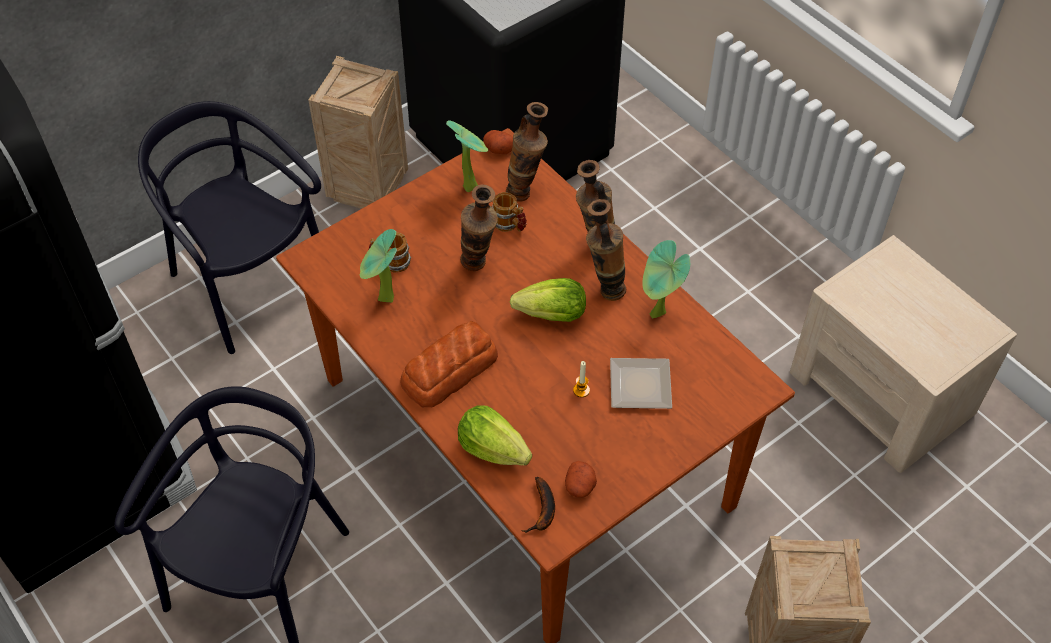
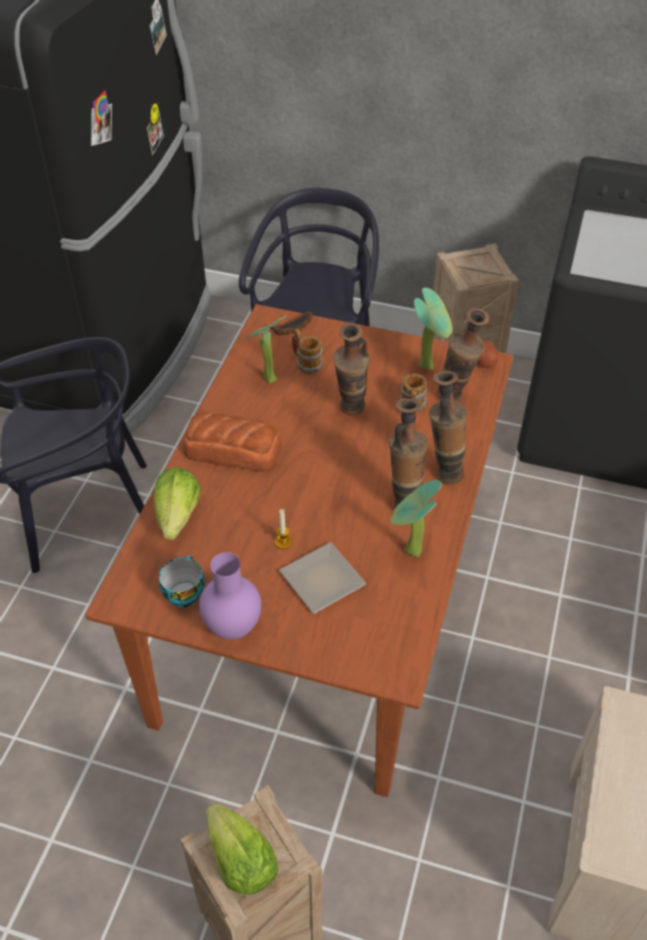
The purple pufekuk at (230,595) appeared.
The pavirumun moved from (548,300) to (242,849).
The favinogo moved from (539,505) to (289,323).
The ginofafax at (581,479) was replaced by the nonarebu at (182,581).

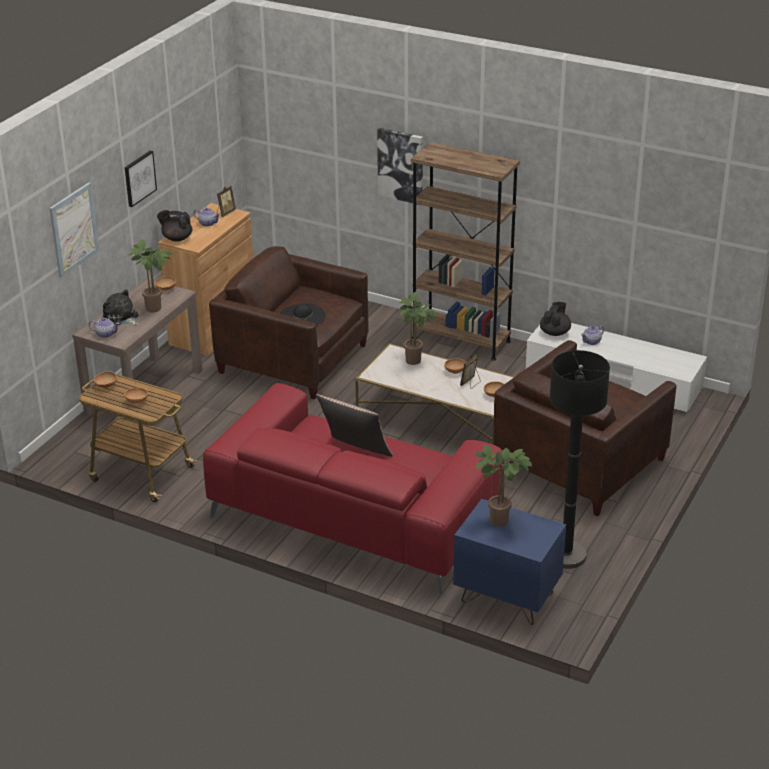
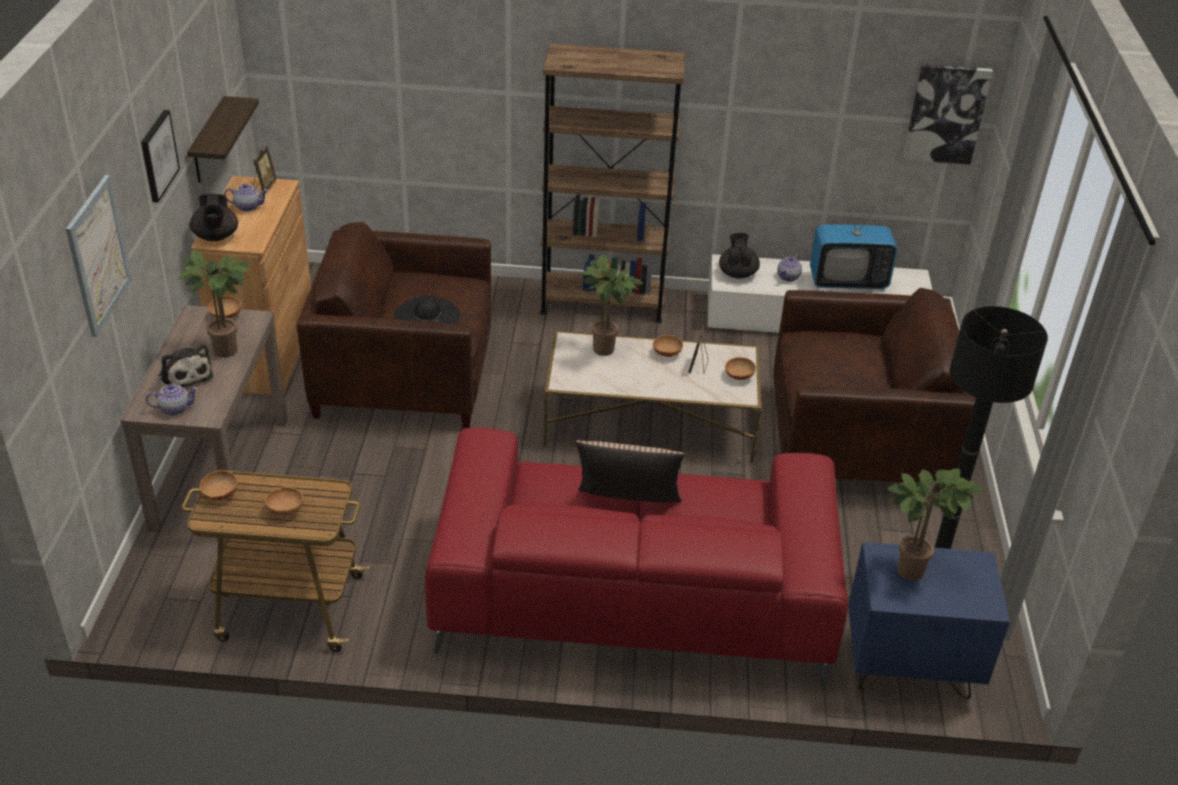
The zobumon at (223,139) appeared.
The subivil at (854,244) appeared.
The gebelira moved from (400,166) to (948,114).
The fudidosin at (121,307) turned 150 degrees counterclockwise.
The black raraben at (174,226) turned 90 degrees counterclockwise.
The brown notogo at (585,428) turned 105 degrees counterclockwise.

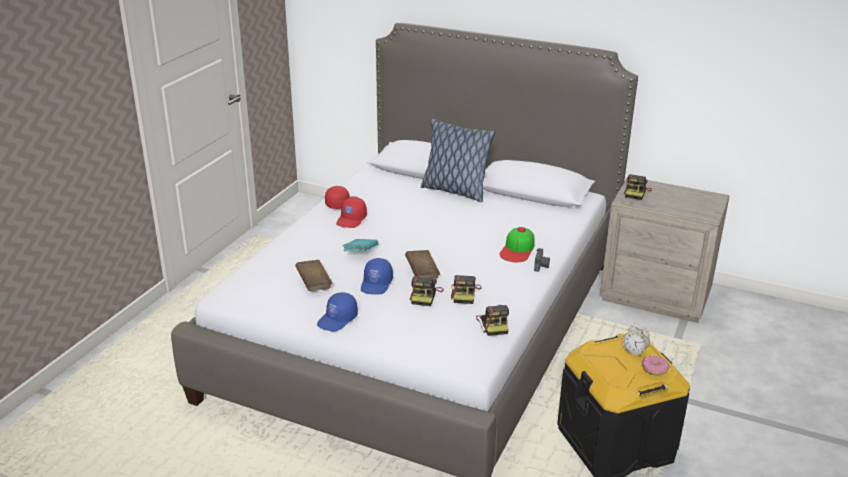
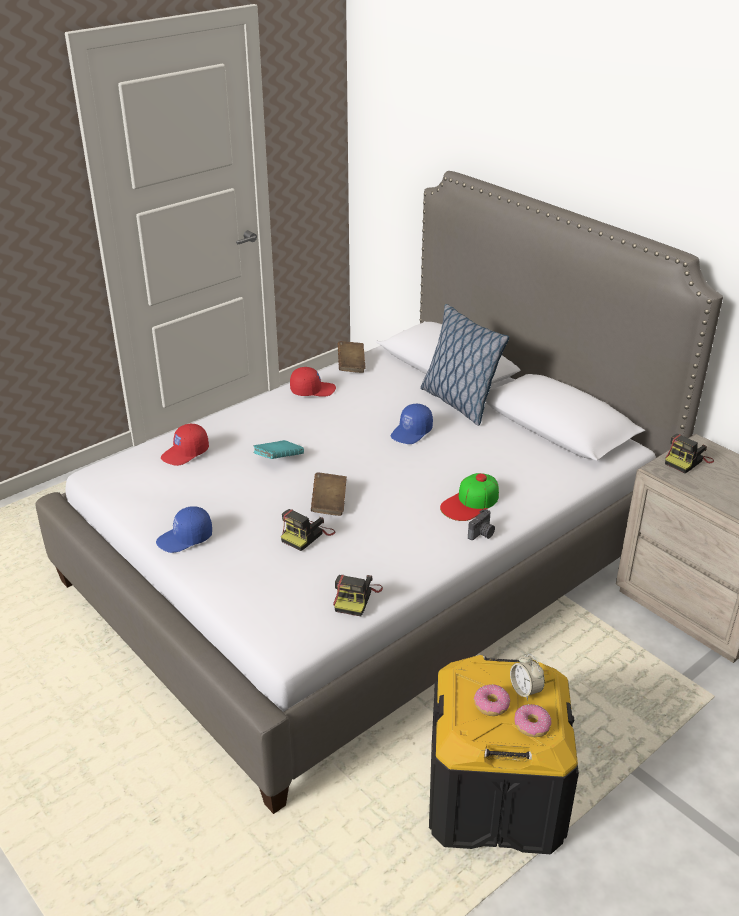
The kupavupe at (466,289) disappeared.
The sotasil at (492,700) appeared.
The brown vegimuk moved from (313,275) to (352,357).
The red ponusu moved from (351,212) to (185,445).
The blue ponusu moved from (377,276) to (412,424).

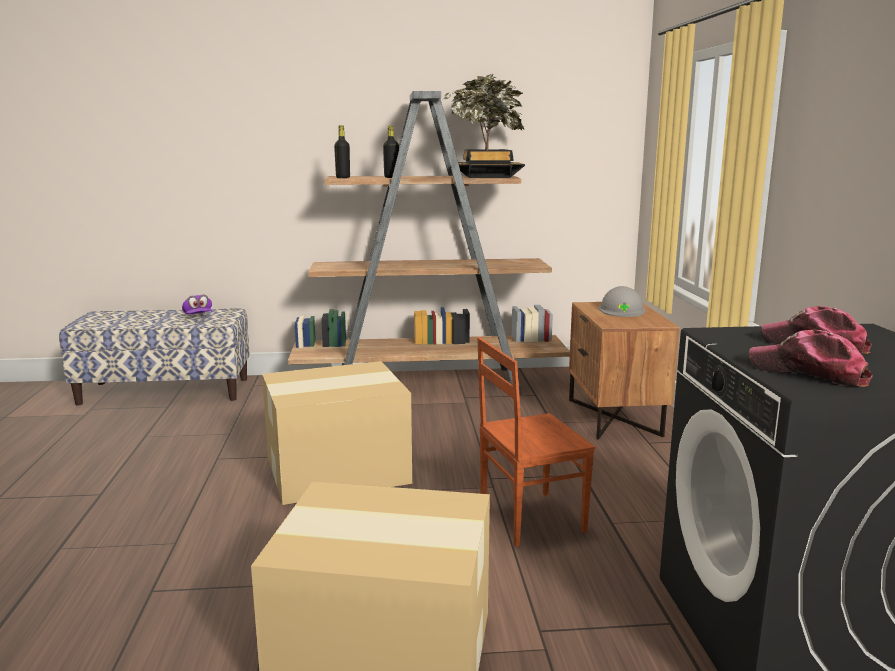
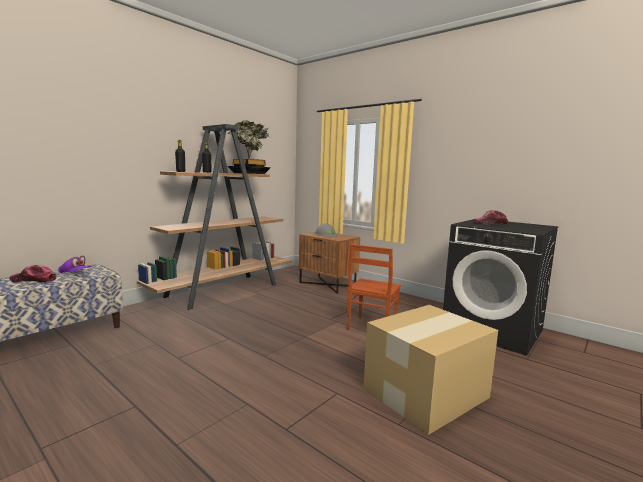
The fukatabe at (337,433) disappeared.
The ponusu moved from (811,358) to (32,274).

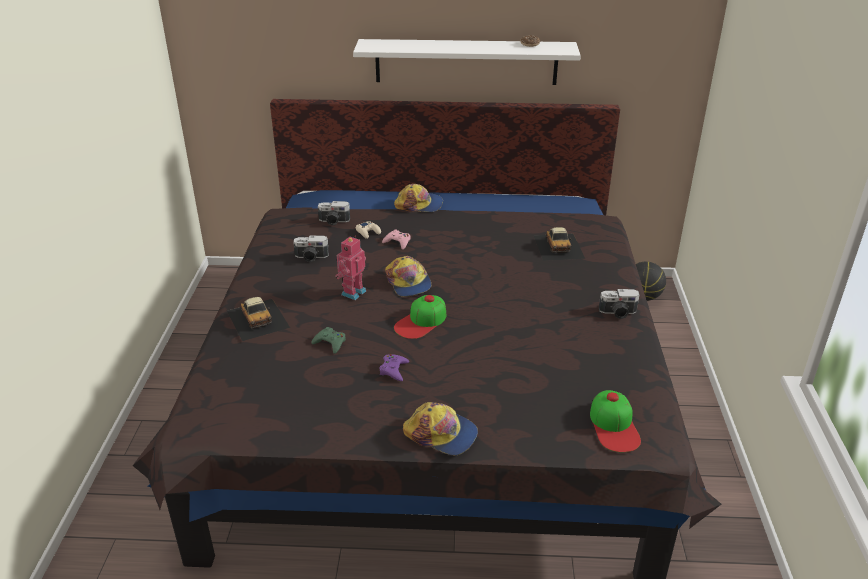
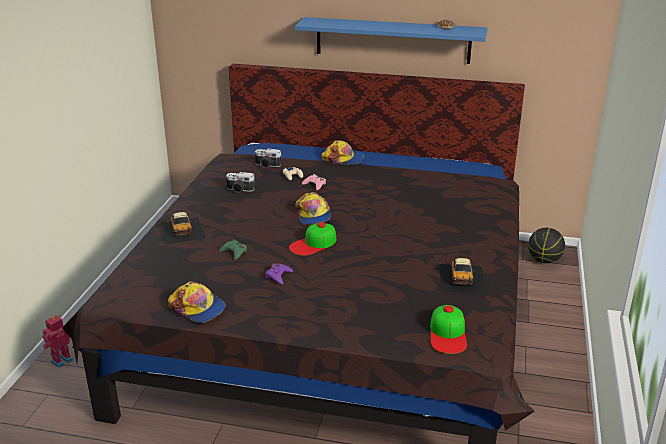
The kupavupe at (619,304) disappeared.
The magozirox moved from (350,267) to (58,341).
The ponusu moved from (440,429) to (196,302).
The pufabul moved from (559,244) to (463,276).
The white zobumon at (467,62) became the blue zobumon at (391,40).

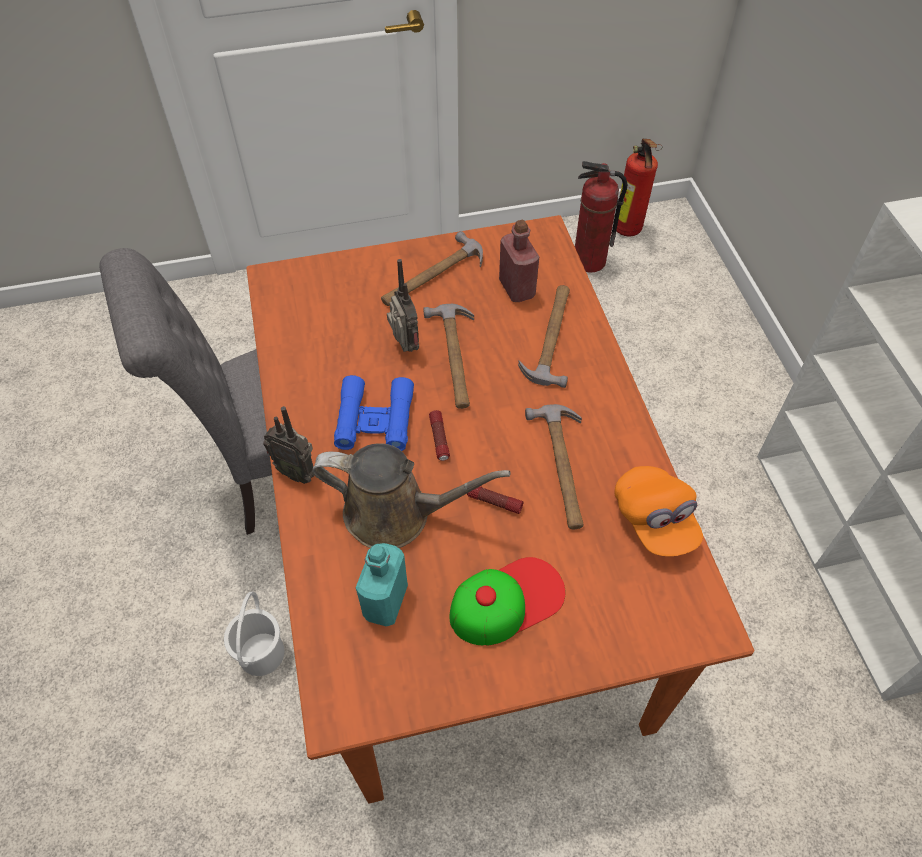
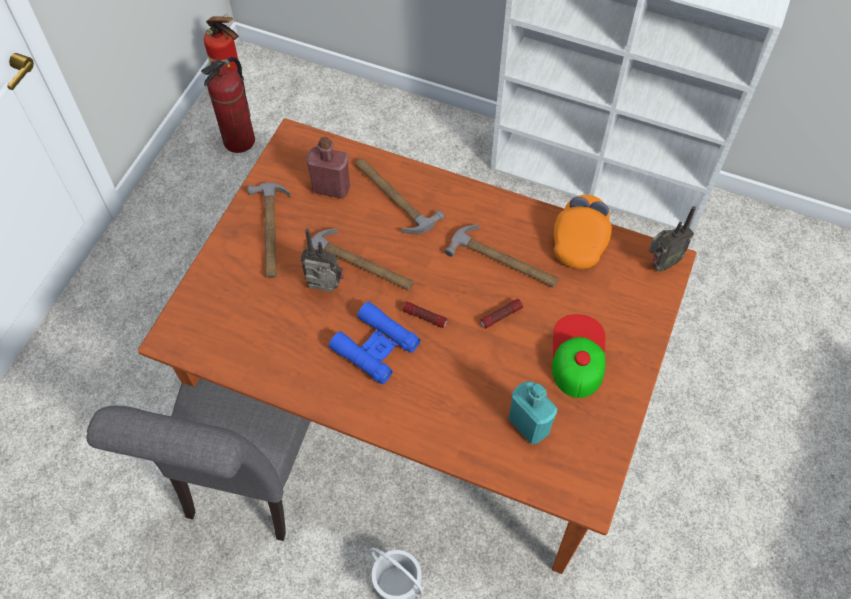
The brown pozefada at (411,495) disappeared.
The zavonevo moved from (289,445) to (672,239).
The orange ponusu at (658,511) turned 90 degrees counterclockwise.

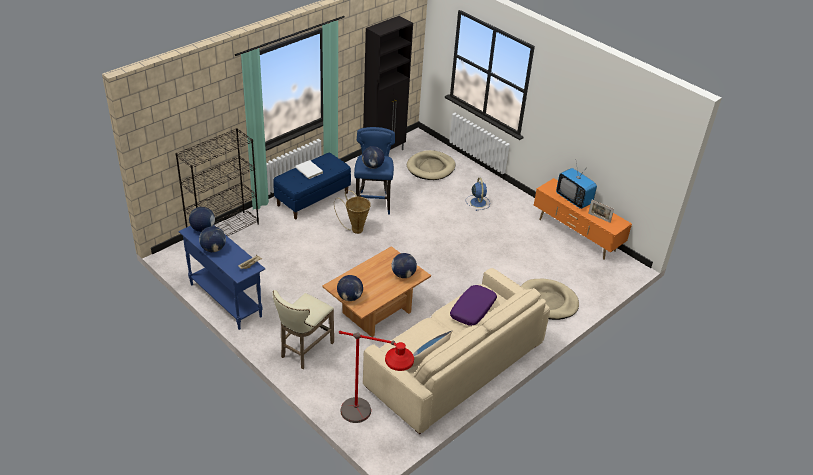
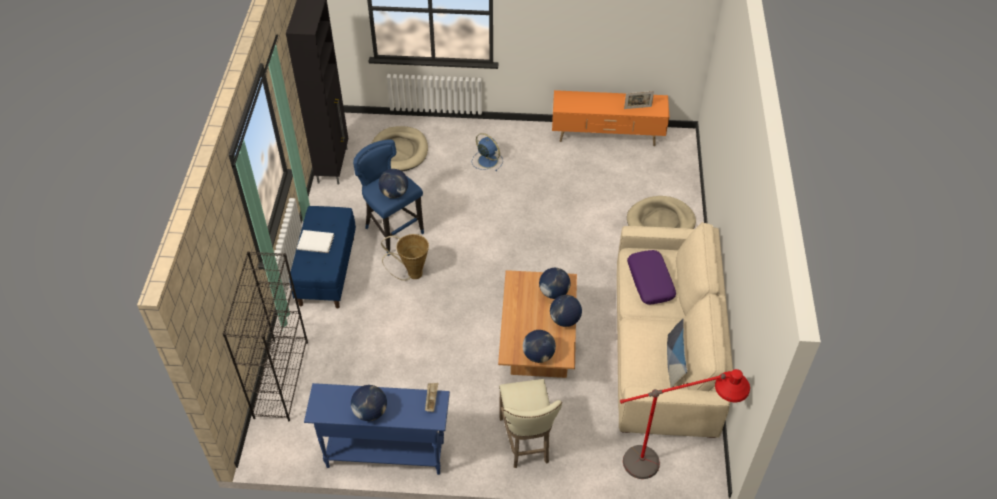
The subivil at (576,186) disappeared.
The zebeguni moved from (202,219) to (566,311).

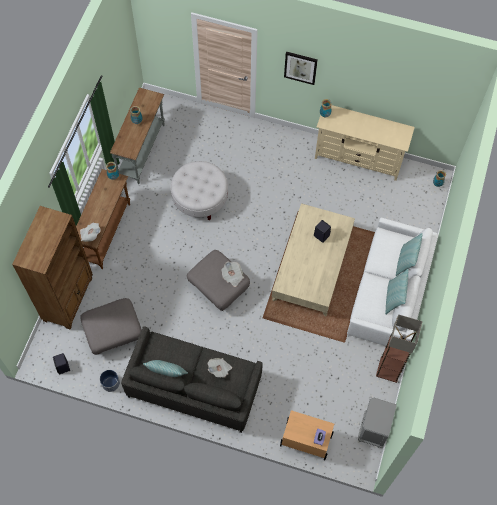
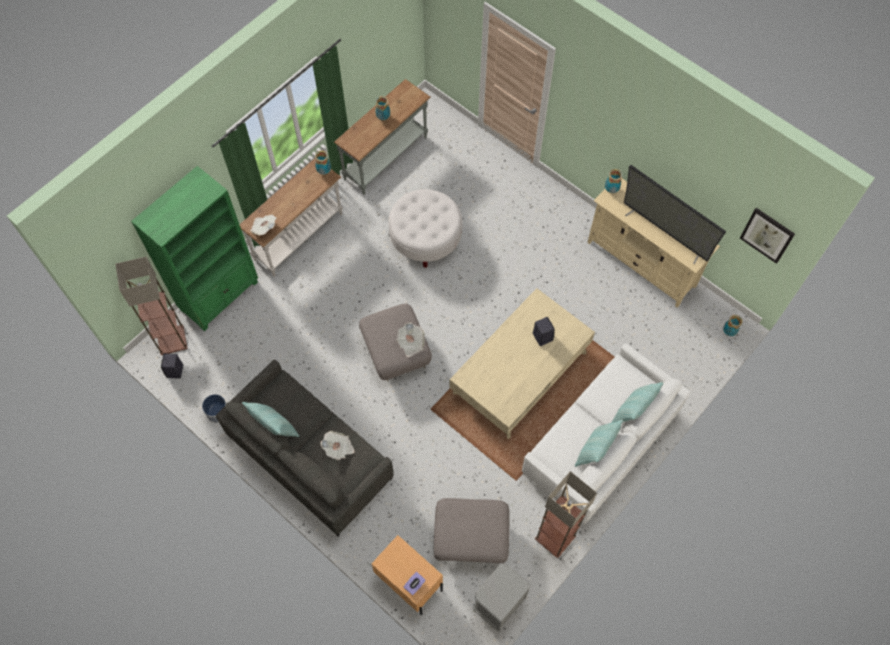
The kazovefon at (151,306) appeared.
The subivil at (675,214) appeared.
The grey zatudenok moved from (111,326) to (471,530).
The gebelira moved from (301,68) to (767,236).
The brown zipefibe at (52,267) became the green zipefibe at (194,248).
The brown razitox at (103,219) became the white razitox at (291,217).

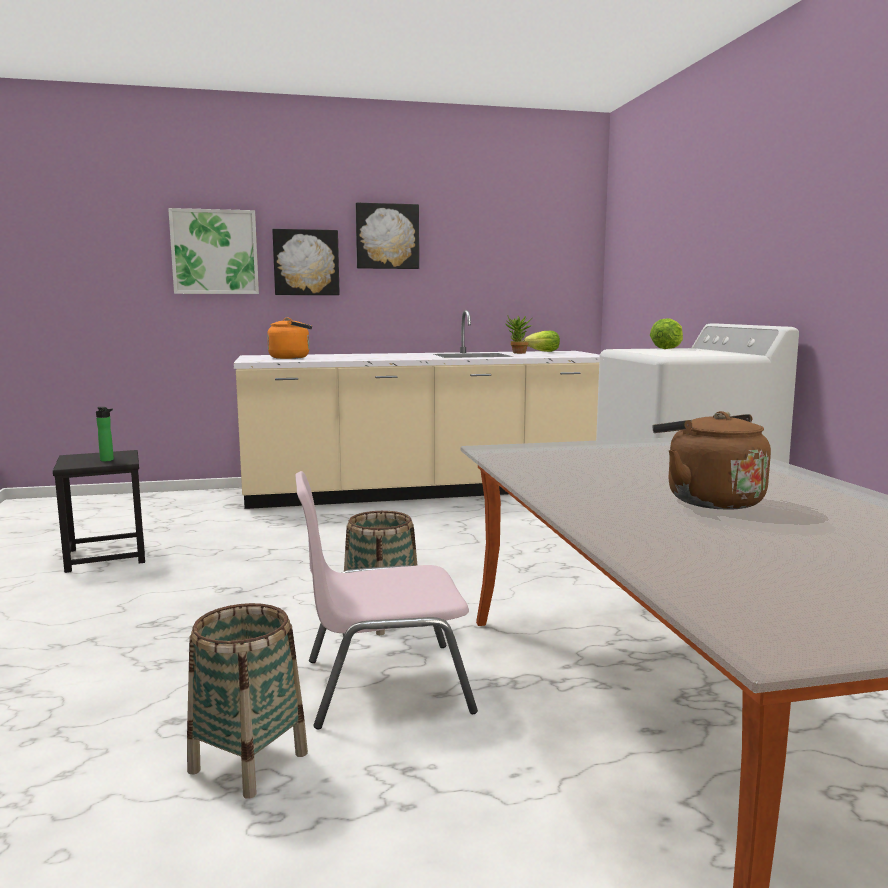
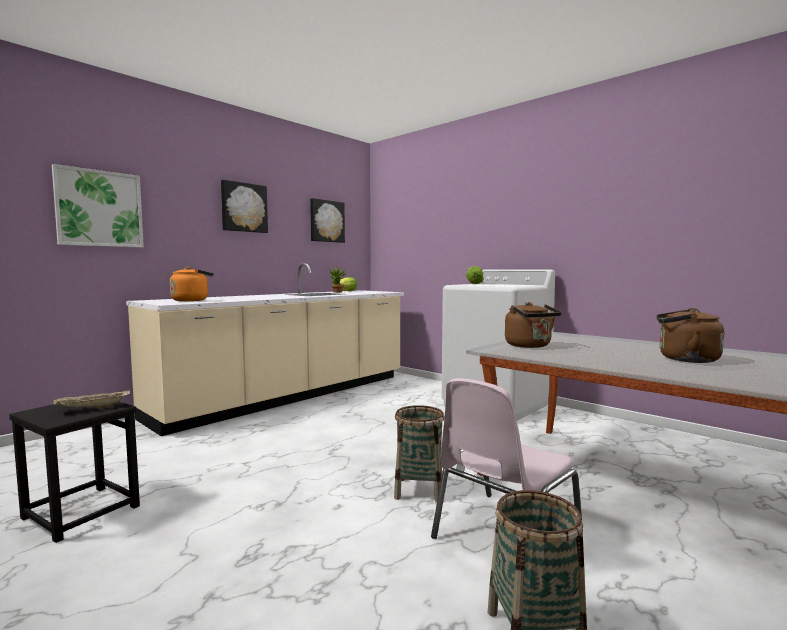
The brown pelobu at (533,325) appeared.
The gebelira moved from (306,262) to (327,220).
The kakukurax at (105,434) was replaced by the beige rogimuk at (91,399).

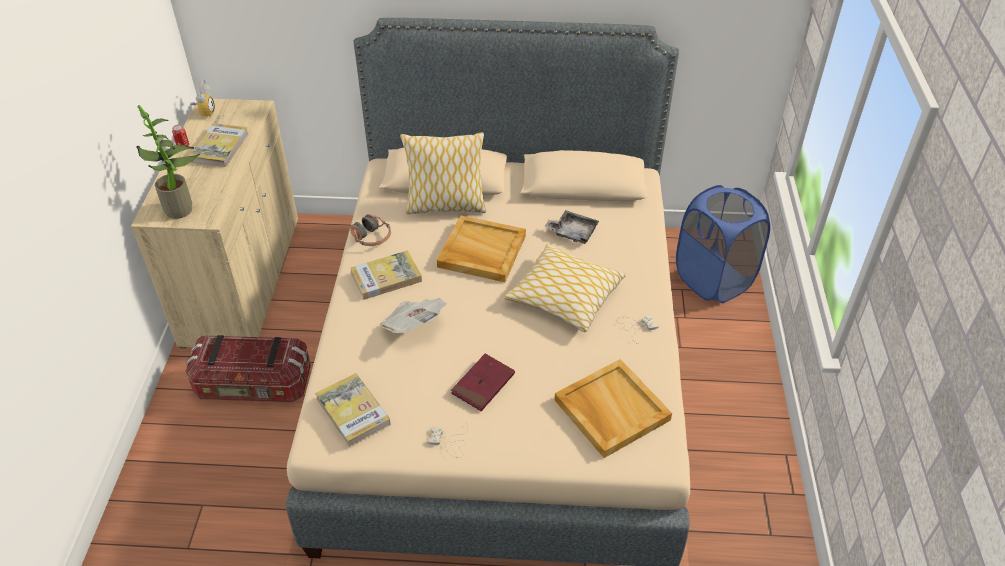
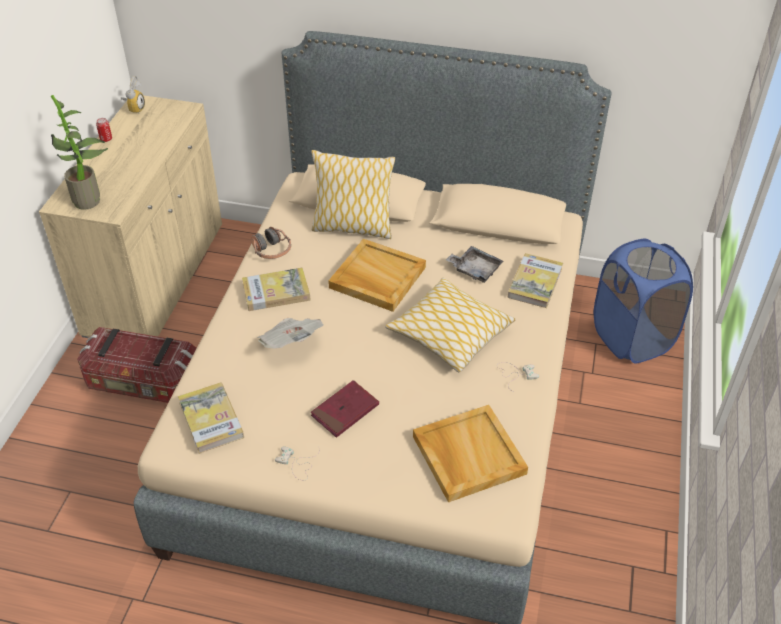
The vegimuk moved from (219,145) to (535,280).

